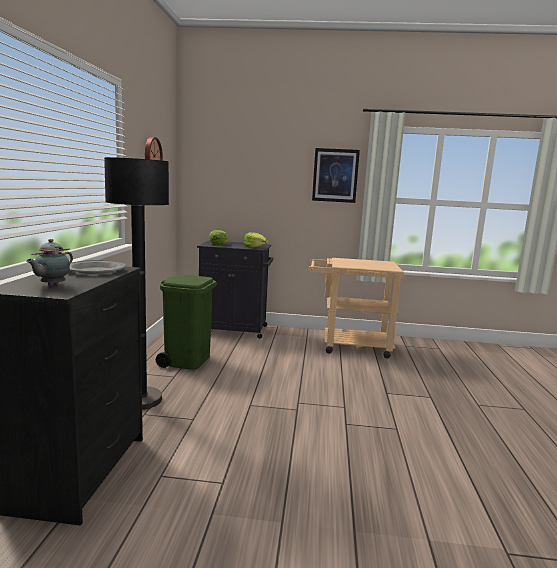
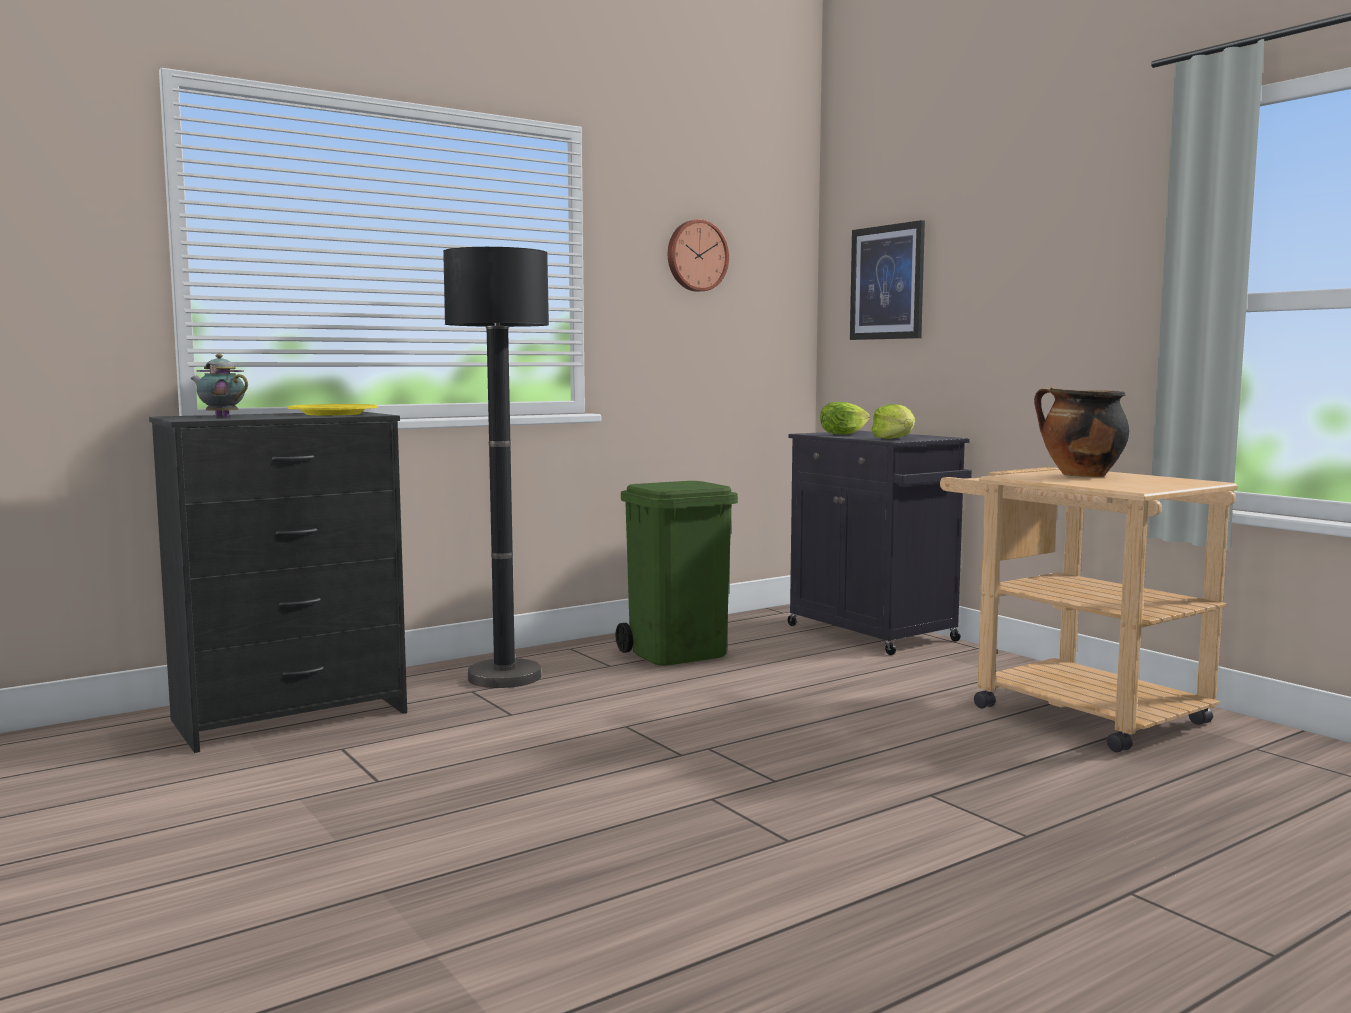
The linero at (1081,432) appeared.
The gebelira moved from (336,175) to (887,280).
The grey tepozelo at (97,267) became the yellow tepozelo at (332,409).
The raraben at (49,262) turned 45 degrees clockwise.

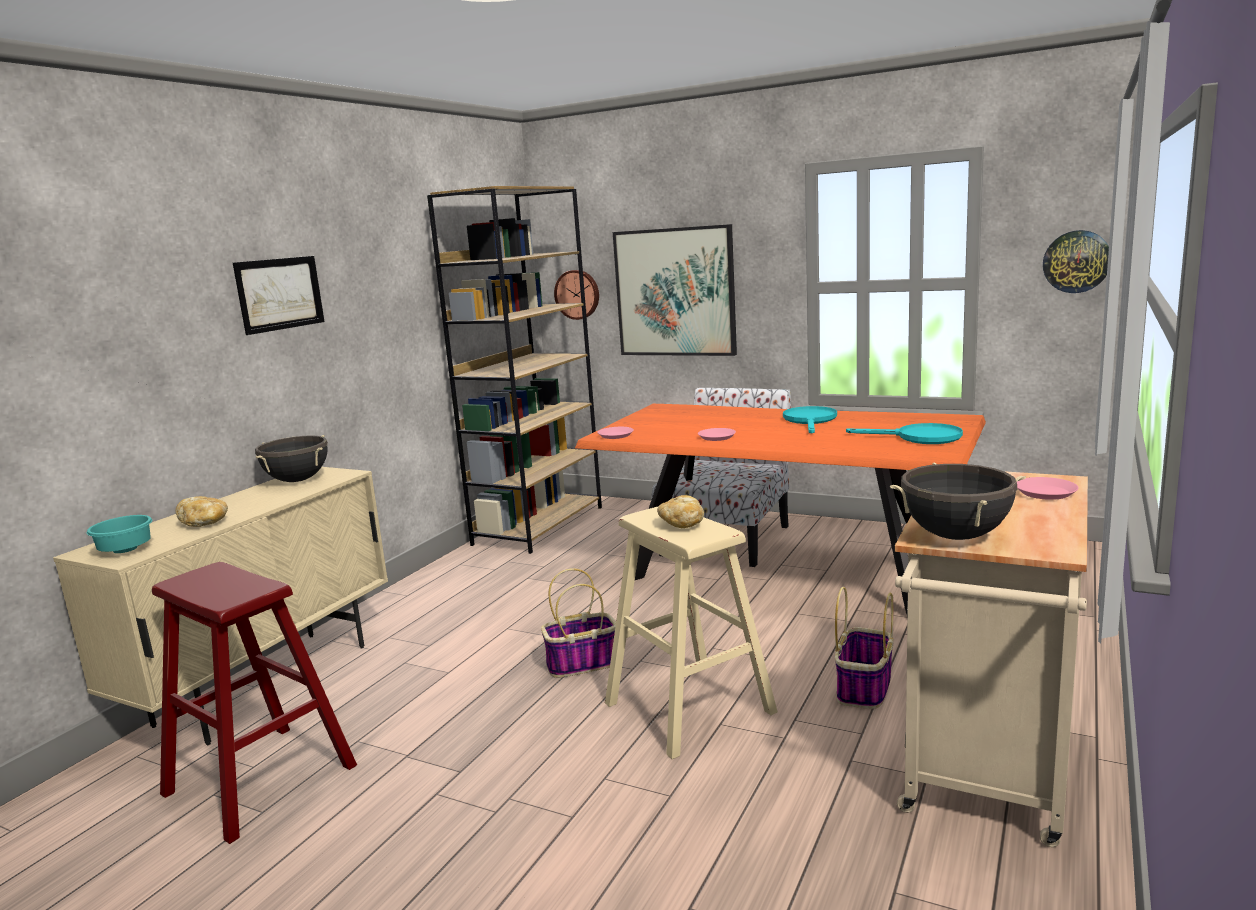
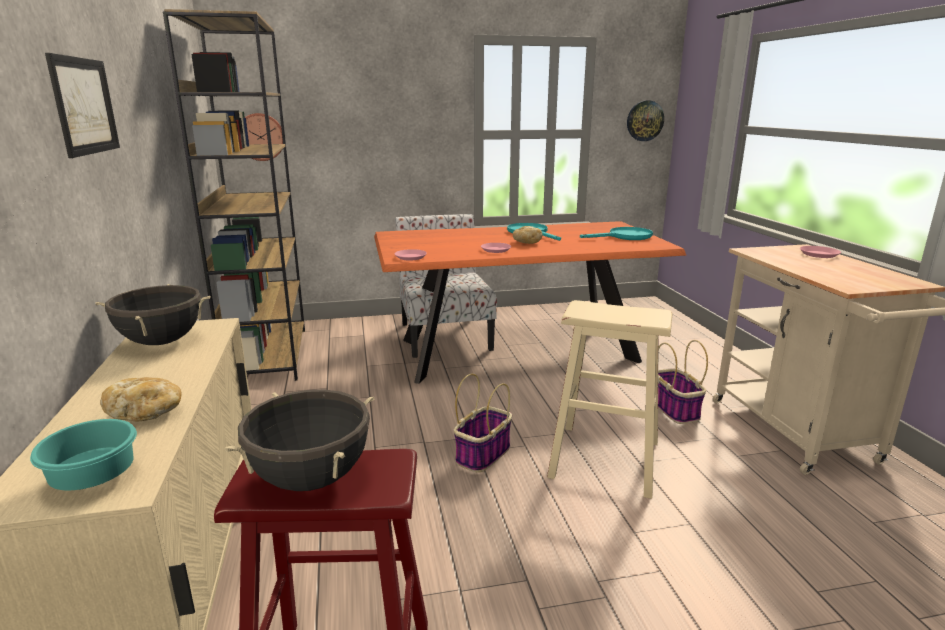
The gebelira at (675,290) disappeared.
The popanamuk moved from (680,511) to (527,235).
The black linero moved from (958,501) to (299,440).

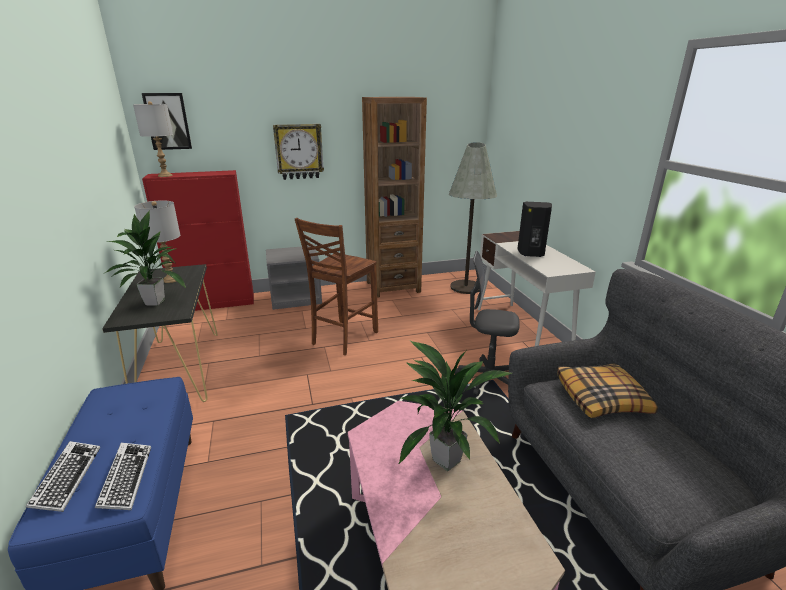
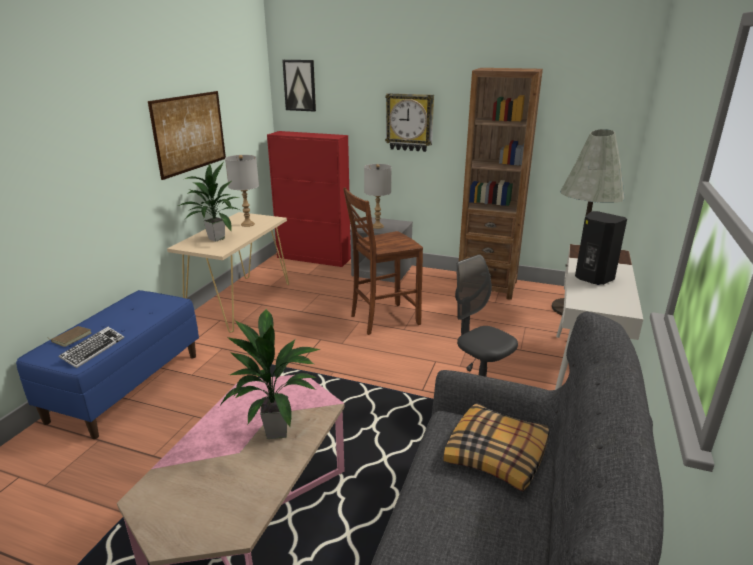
The gebelira at (187,135) appeared.
The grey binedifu moved from (153,139) to (378,196).
The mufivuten at (63,476) was replaced by the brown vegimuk at (70,336).
The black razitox at (160,333) became the beige razitox at (228,272).

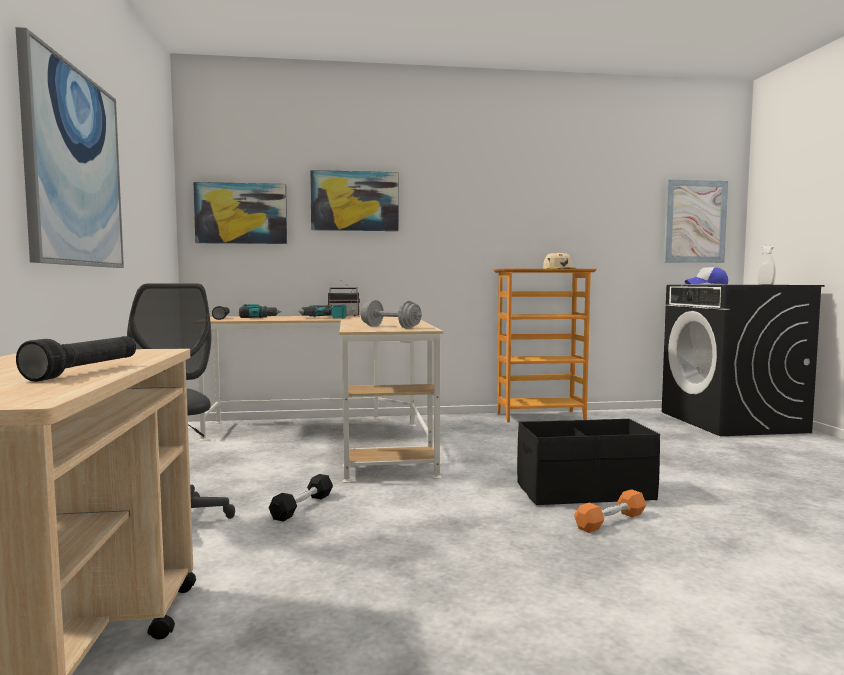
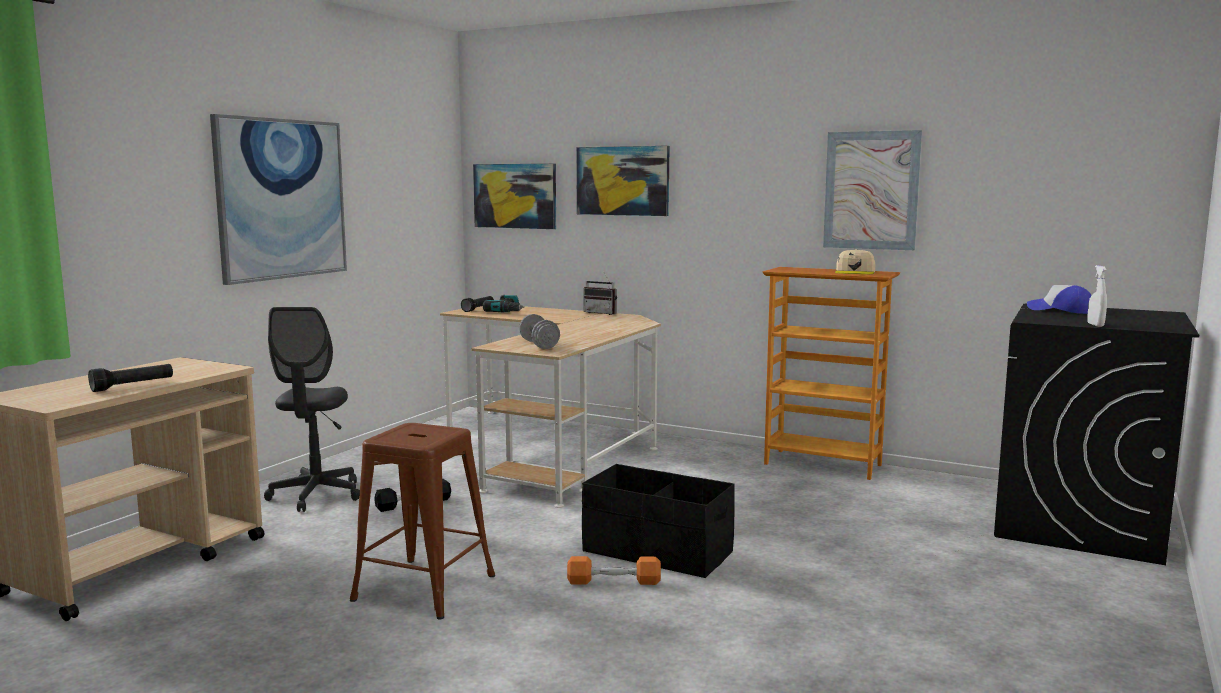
The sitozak at (322,312) disappeared.
The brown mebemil at (422,521) appeared.
The gebelira moved from (696,221) to (872,190).

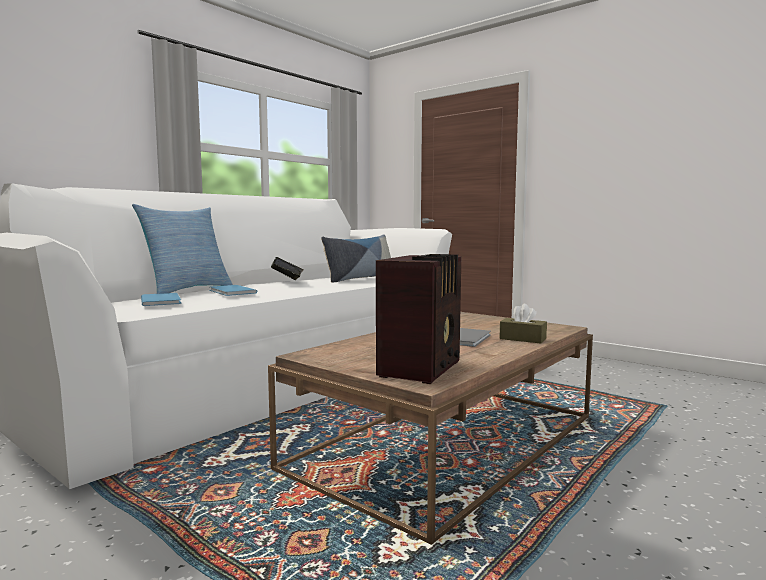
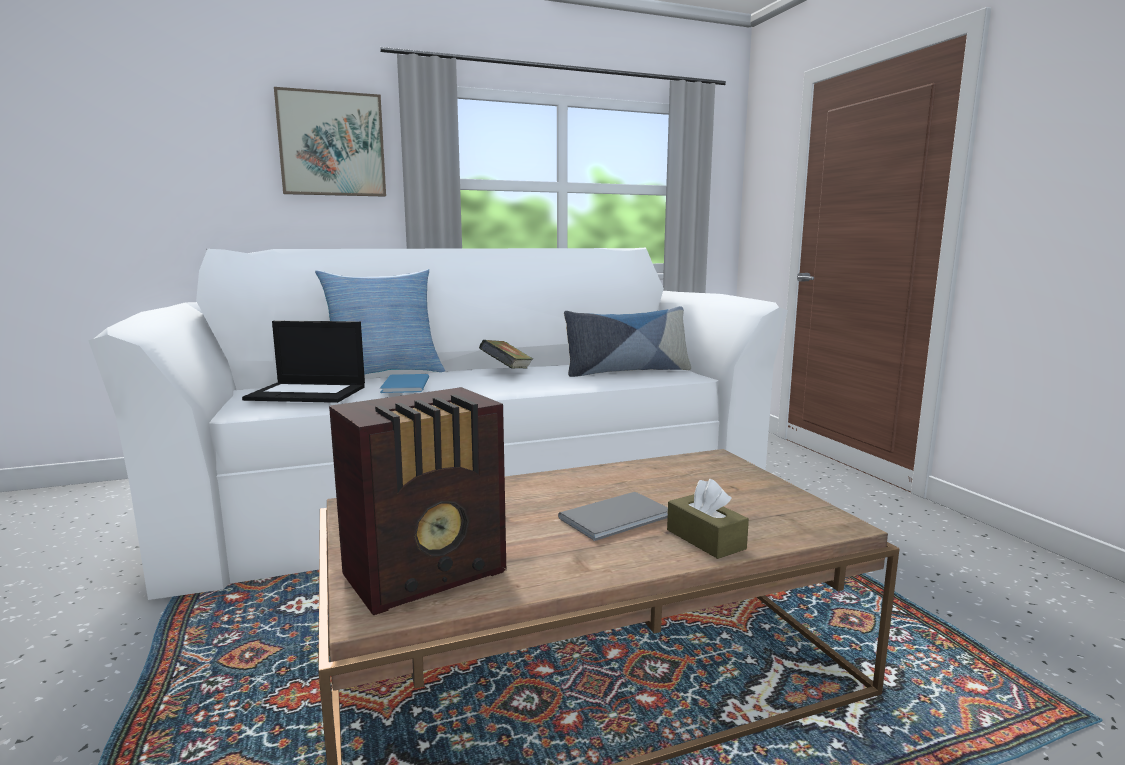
The gebelira at (330,142) appeared.
The blue vegimuk at (161,299) was replaced by the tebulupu at (303,362).

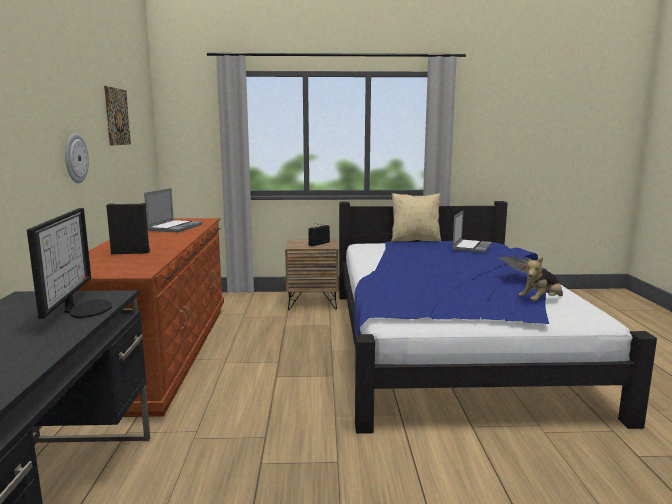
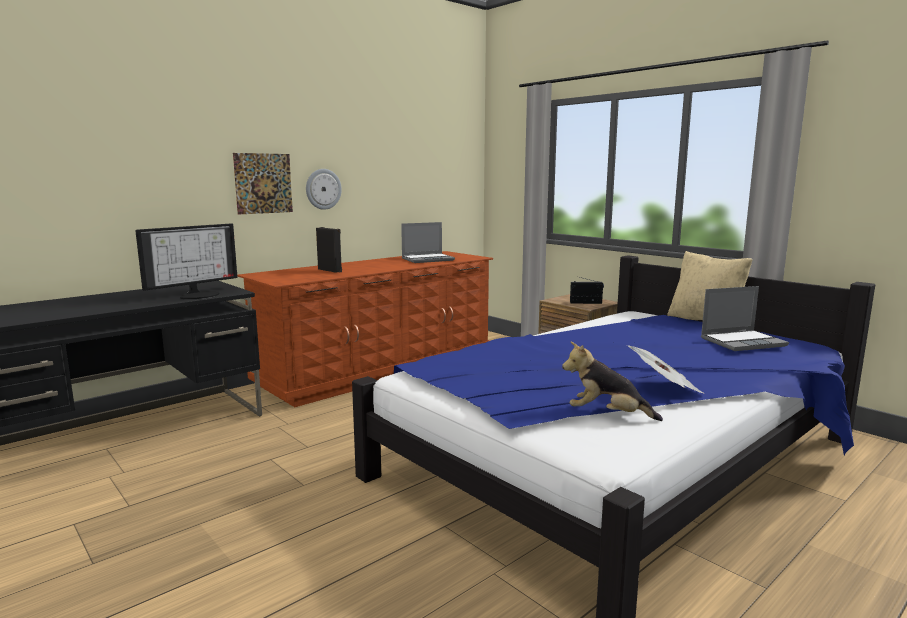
The gebelira moved from (117,116) to (263,184).

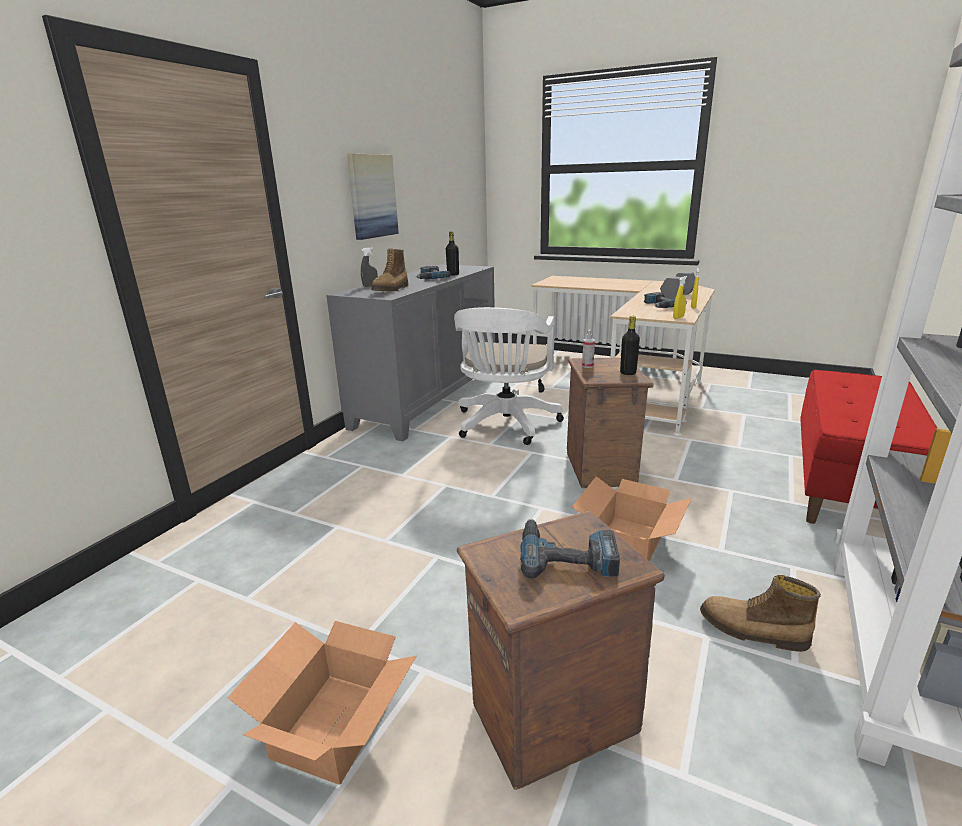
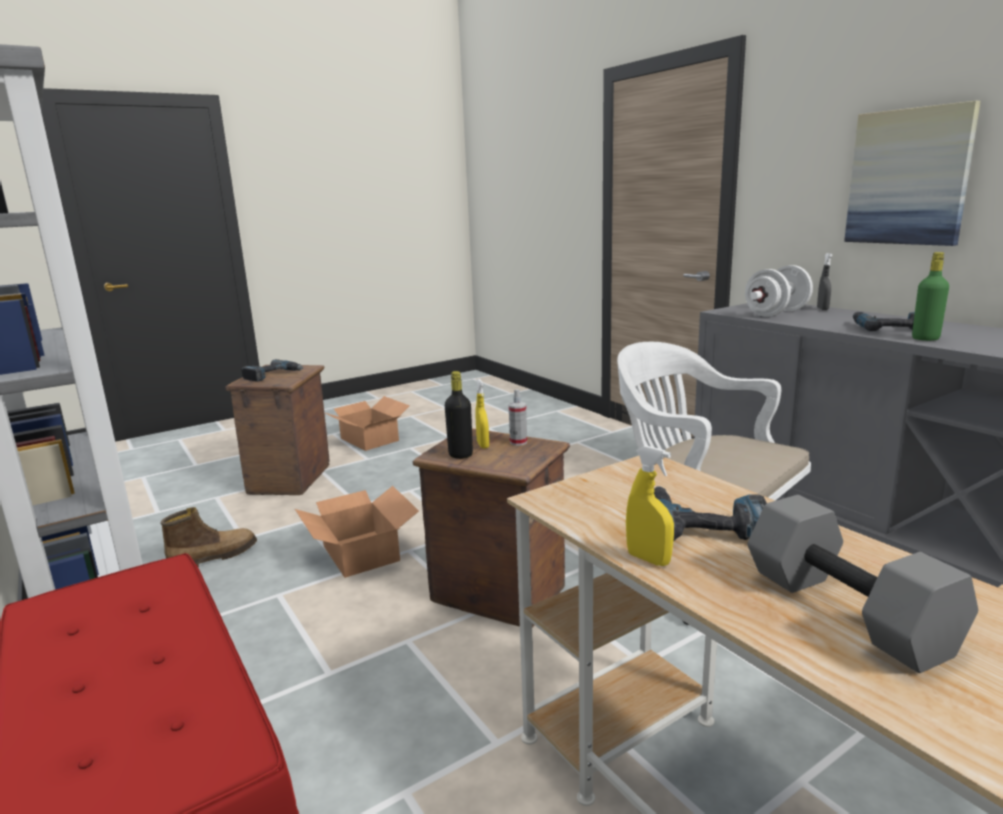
The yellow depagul moved from (680,297) to (482,414).
The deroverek at (390,270) was replaced by the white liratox at (779,291).
The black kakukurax at (452,253) became the green kakukurax at (930,296).

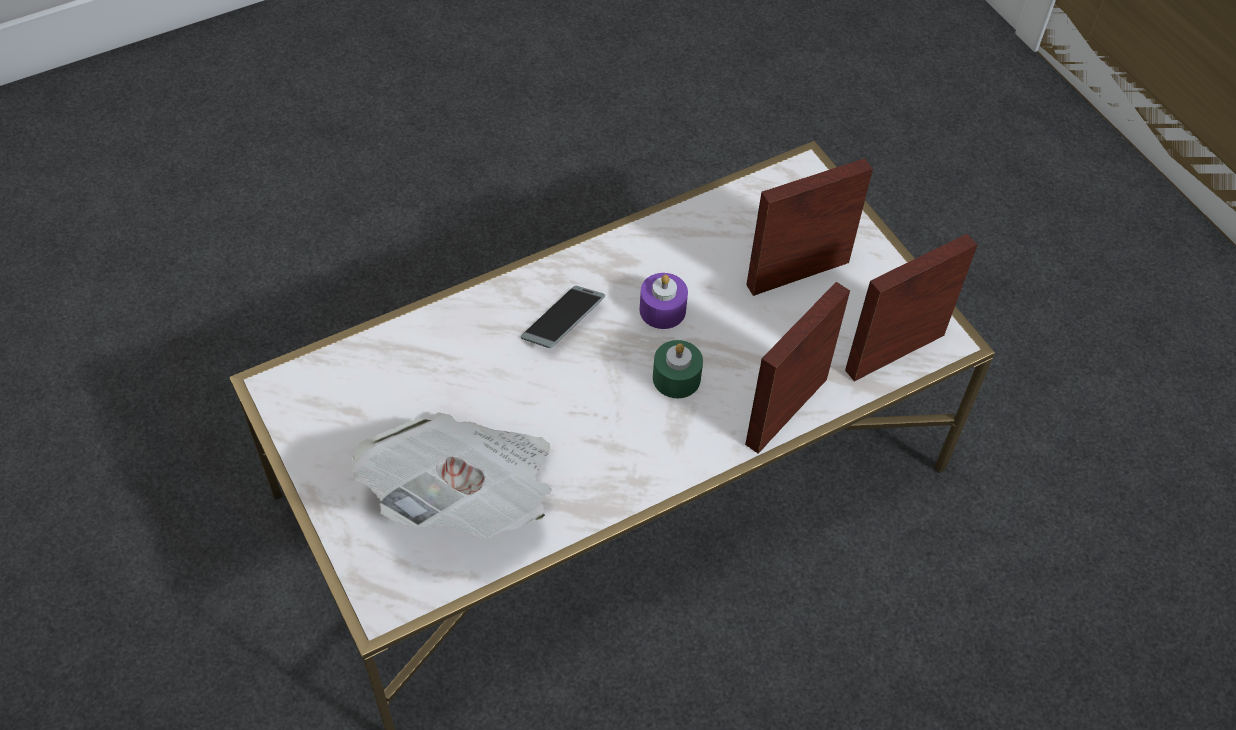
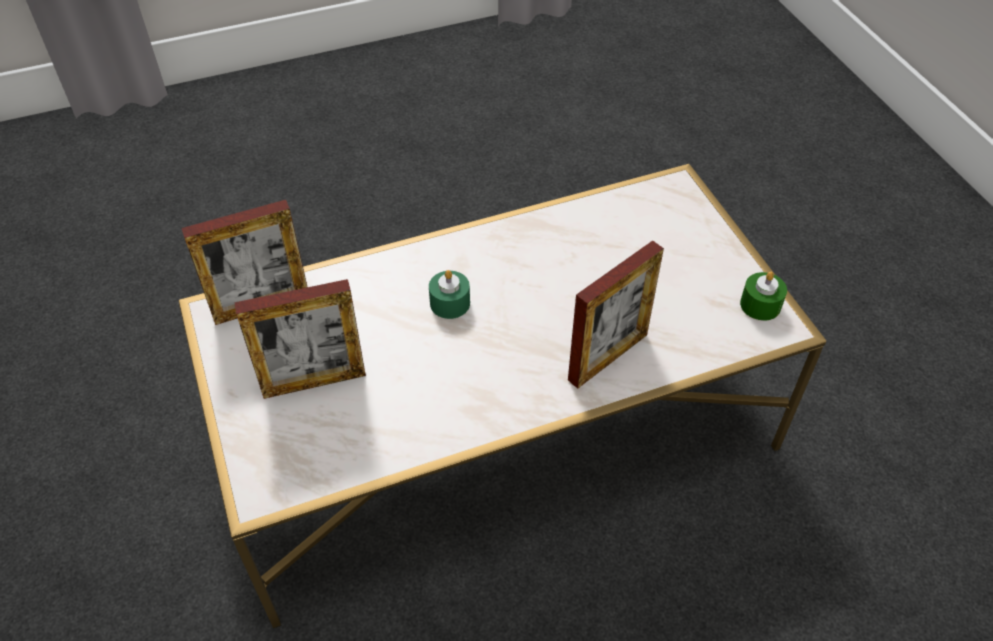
The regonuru at (452,475) disappeared.
The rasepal at (563,317) disappeared.
The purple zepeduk at (663,301) disappeared.
The green zepeduk at (763,296) appeared.
The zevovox moved from (797,368) to (616,315).

